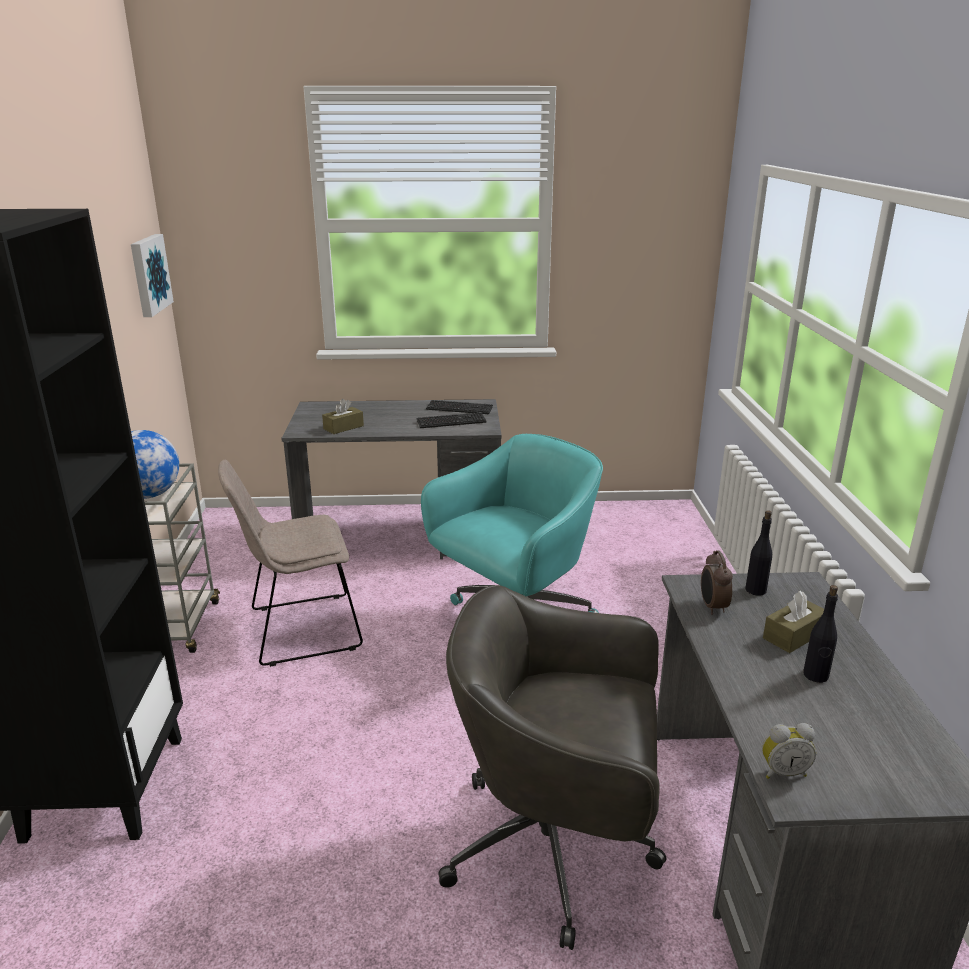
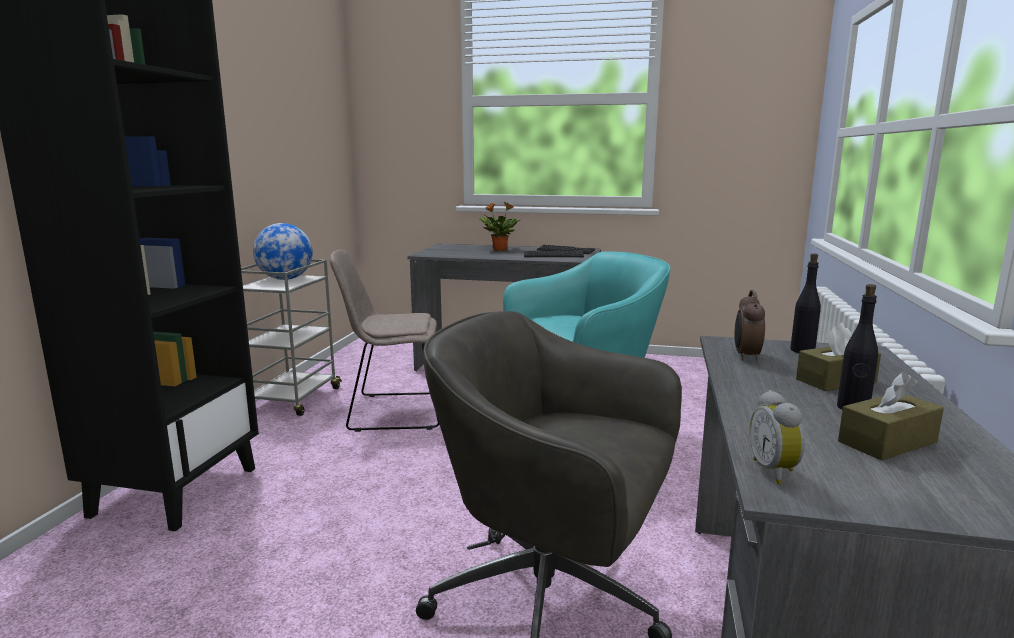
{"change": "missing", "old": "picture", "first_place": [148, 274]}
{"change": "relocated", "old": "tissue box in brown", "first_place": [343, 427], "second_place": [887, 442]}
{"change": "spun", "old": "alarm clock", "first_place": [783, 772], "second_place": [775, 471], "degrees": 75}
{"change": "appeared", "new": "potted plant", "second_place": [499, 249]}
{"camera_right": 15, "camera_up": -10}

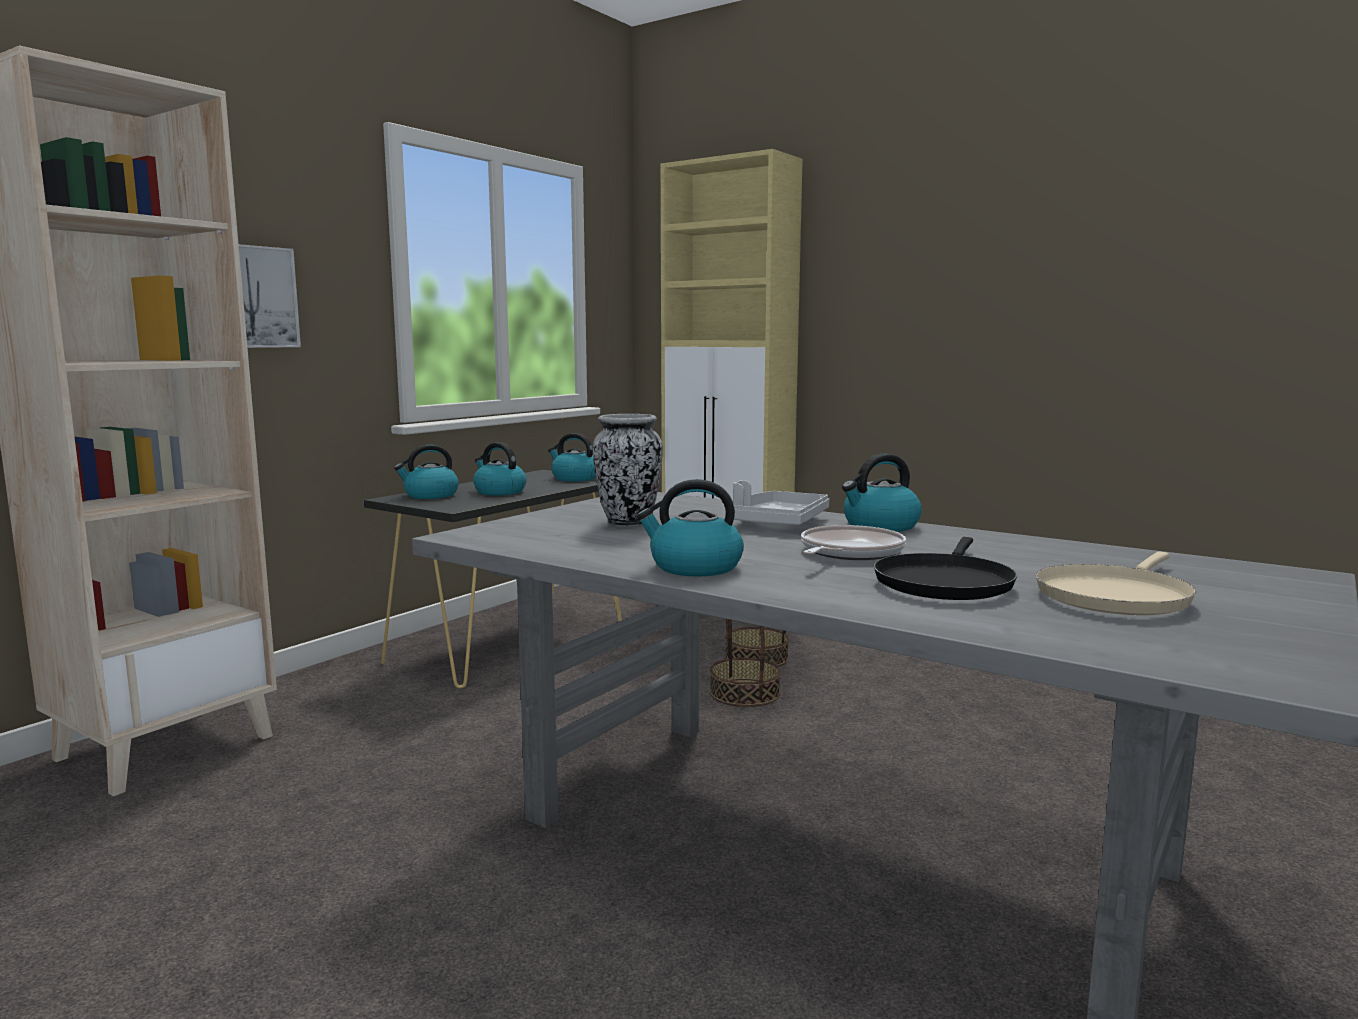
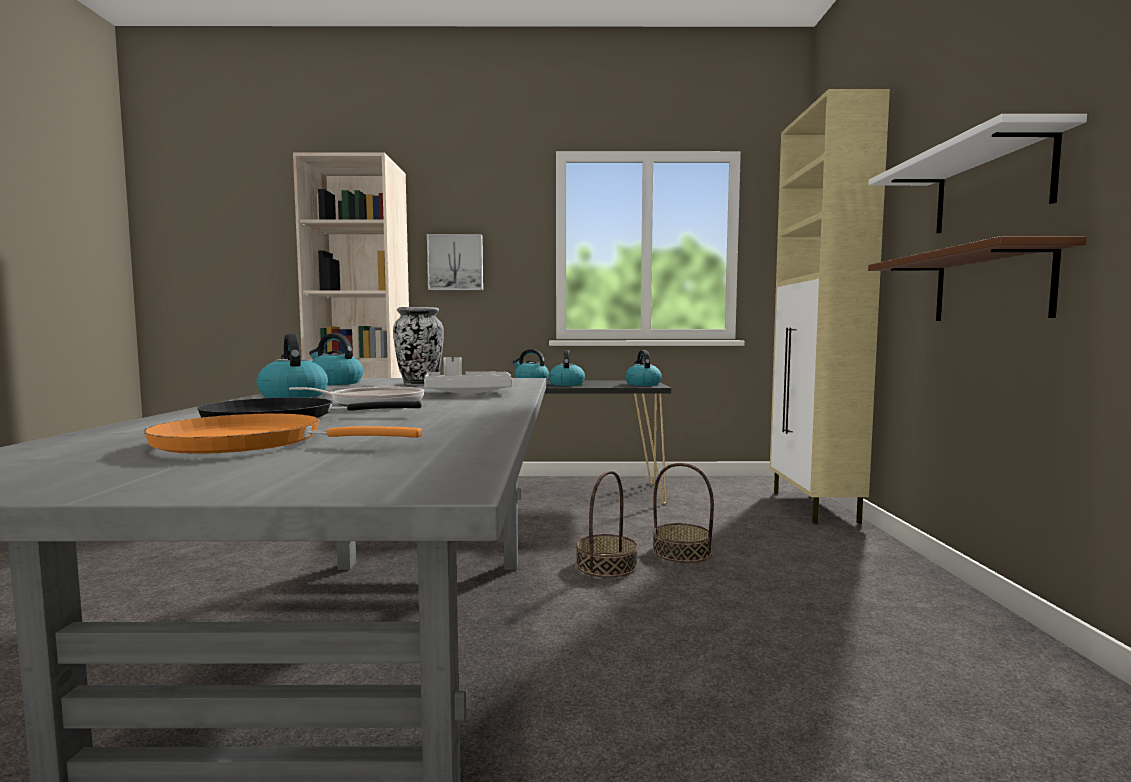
{"change": "relocated", "old": "kettle", "first_place": [880, 526], "second_place": [334, 383]}
{"change": "colour", "old": "frying pan in beige", "new": "frying pan in orange", "first_place": [1115, 596], "second_place": [251, 443]}
{"change": "appeared", "new": "shelf in white", "second_place": [991, 186]}
{"change": "appeared", "new": "shelf in brown", "second_place": [991, 286]}
{"camera_right": 55, "camera_up": -5}

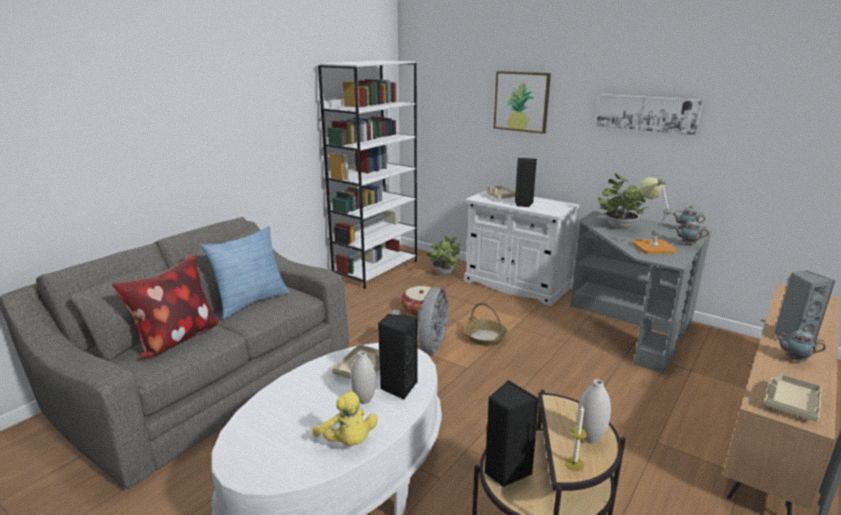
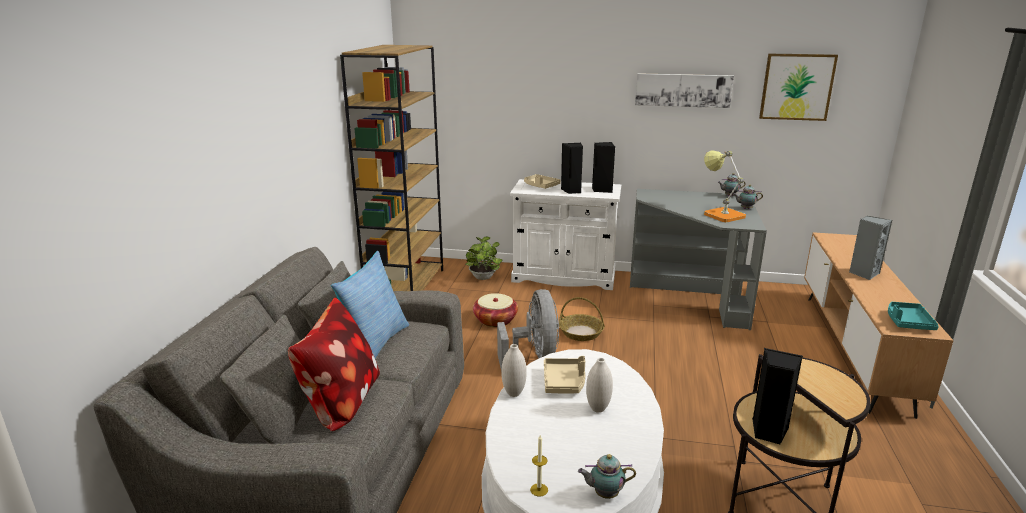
{"change": "colour", "old": "bookcase in white", "new": "bookcase in brown", "first_place": [376, 269], "second_place": [405, 287]}
{"change": "relocated", "old": "picture", "first_place": [521, 101], "second_place": [797, 87]}
{"change": "missing", "old": "potted plant", "first_place": [618, 226]}
{"change": "relocated", "old": "speaker in black", "first_place": [398, 387], "second_place": [602, 190]}
{"change": "relocated", "old": "teapot", "first_place": [794, 359], "second_place": [604, 494]}
{"change": "colour", "old": "tray in beige", "new": "tray in turquoise", "first_place": [790, 403], "second_place": [907, 322]}
{"change": "relocated", "old": "vase in white", "first_place": [590, 438], "second_place": [514, 393]}
{"change": "missing", "old": "plush toy in yellow", "first_place": [347, 442]}
{"change": "relocated", "old": "candle", "first_place": [574, 464], "second_place": [539, 490]}
{"camera_right": -25, "camera_up": 0}

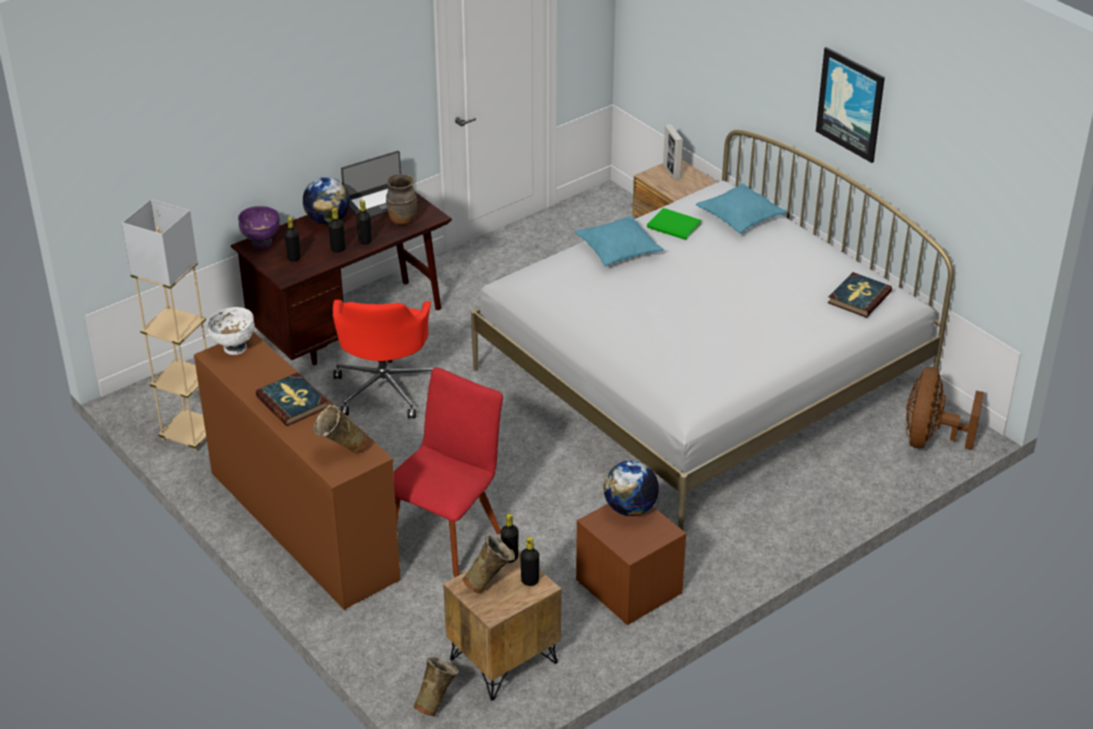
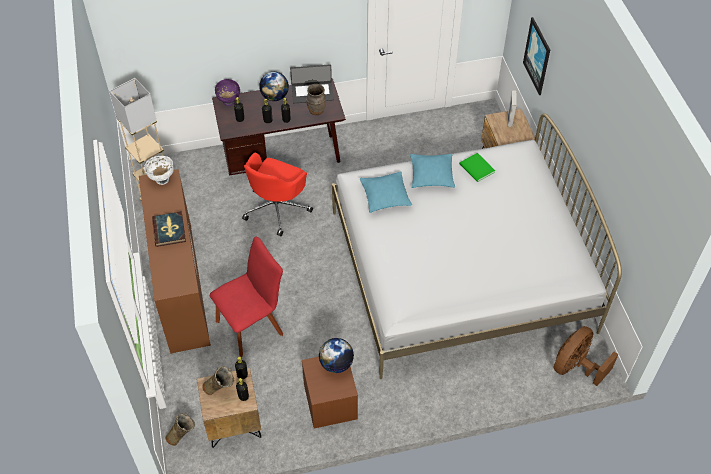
{"change": "relocated", "old": "picture", "first_place": [851, 104], "second_place": [537, 56]}
{"change": "relocated", "old": "pillow in turquoise", "first_place": [740, 216], "second_place": [385, 196]}
{"change": "missing", "old": "book", "first_place": [859, 297]}
{"change": "missing", "old": "vase in beige", "first_place": [340, 452]}
{"camera_right": 25, "camera_up": 15}

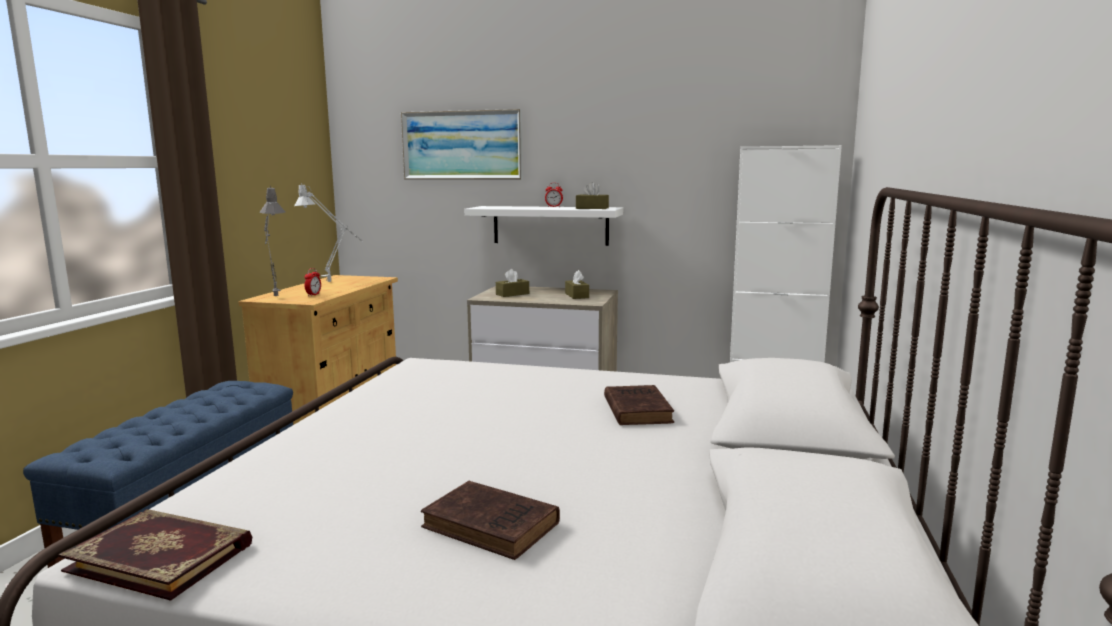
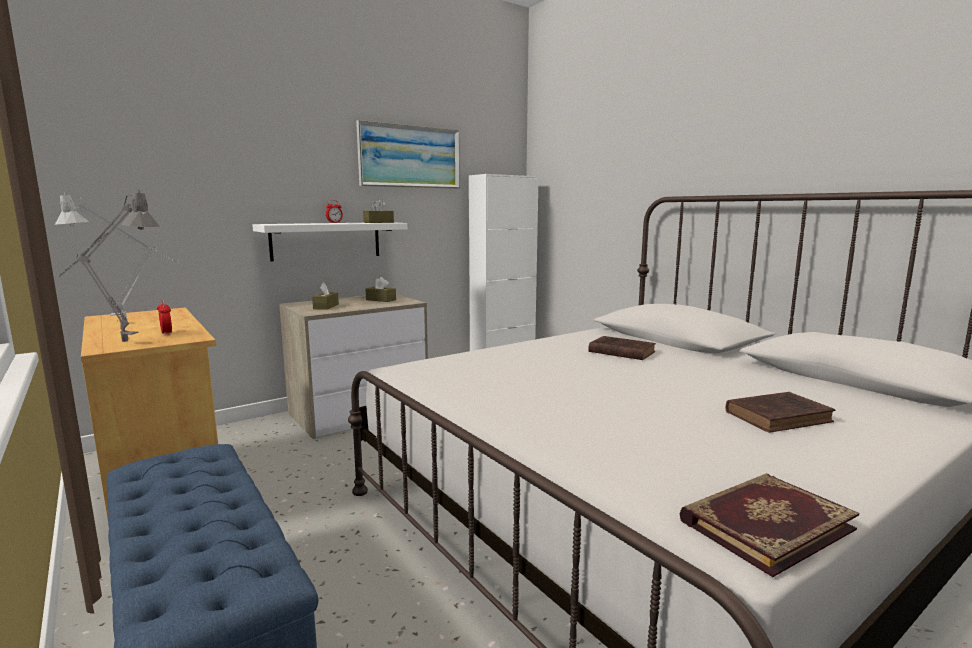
{"change": "relocated", "old": "picture", "first_place": [462, 145], "second_place": [410, 157]}
{"camera_right": -50, "camera_up": 0}

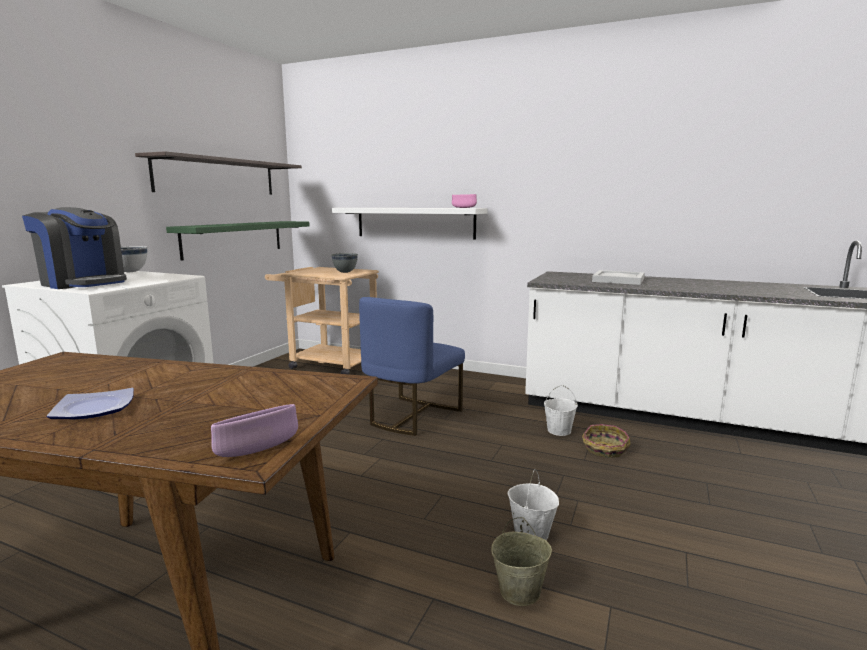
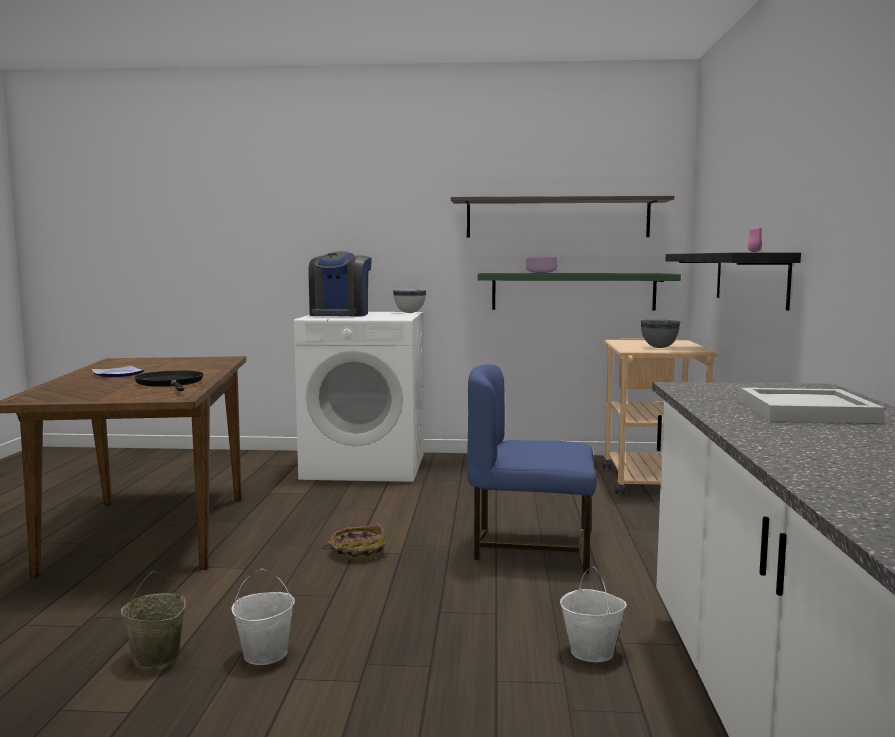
{"change": "colour", "old": "shelf in white", "new": "shelf in black", "first_place": [415, 222], "second_place": [750, 278]}
{"change": "relocated", "old": "bowl in purple", "first_place": [258, 450], "second_place": [541, 273]}
{"change": "relocated", "old": "basket", "first_place": [604, 450], "second_place": [357, 552]}
{"change": "appeared", "new": "frying pan in black", "second_place": [170, 383]}
{"camera_right": 70, "camera_up": -5}

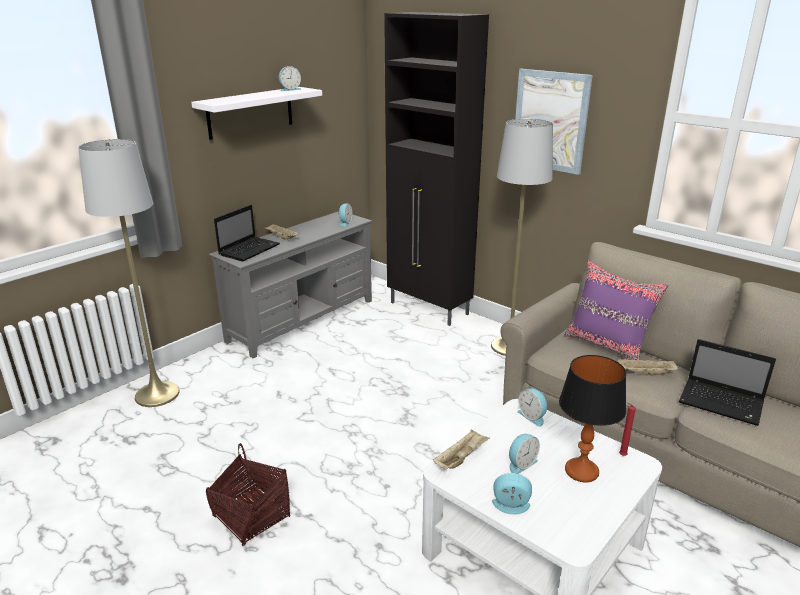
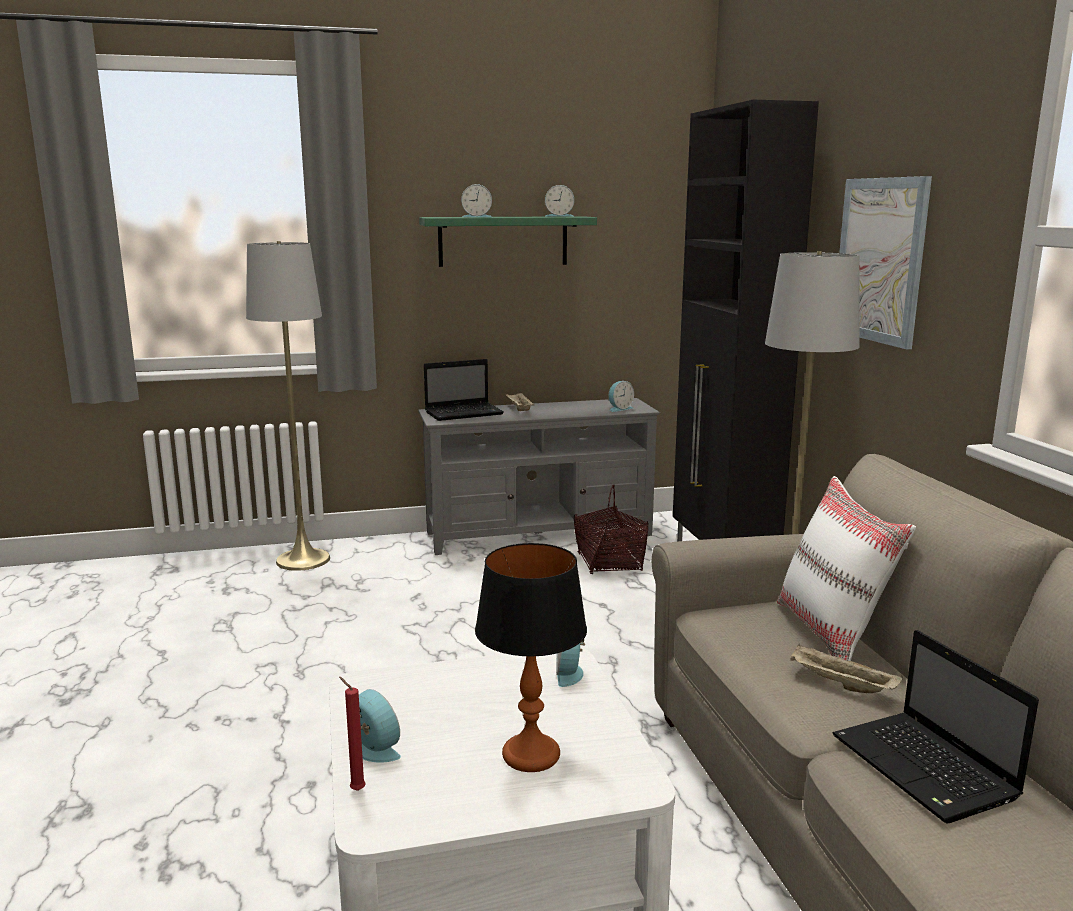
{"change": "colour", "old": "shelf in white", "new": "shelf in green", "first_place": [250, 112], "second_place": [503, 241]}
{"change": "colour", "old": "pillow in purple", "new": "pillow in white", "first_place": [607, 346], "second_place": [831, 634]}
{"change": "relocated", "old": "candle in red", "first_place": [621, 456], "second_place": [355, 789]}
{"change": "missing", "old": "tray in beige", "first_place": [461, 458]}
{"change": "relocated", "old": "alarm clock", "first_place": [520, 464], "second_place": [476, 217]}
{"change": "relocated", "old": "basket", "first_place": [251, 517], "second_place": [609, 563]}
{"camera_right": 35, "camera_up": -10}

